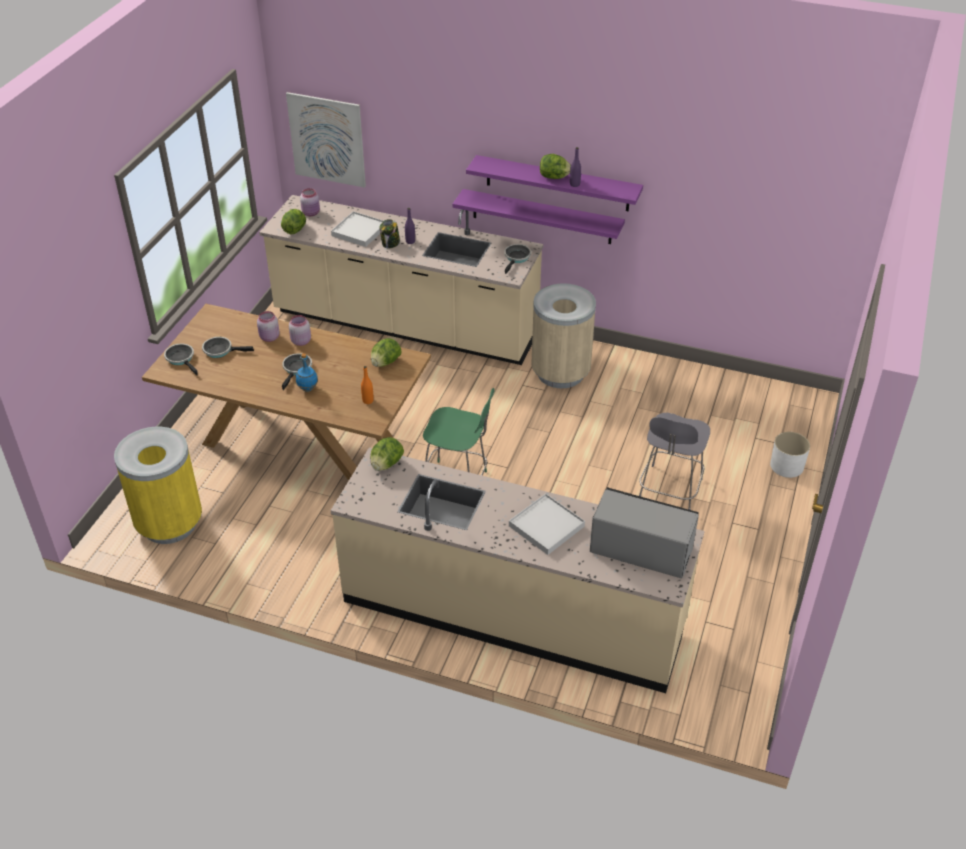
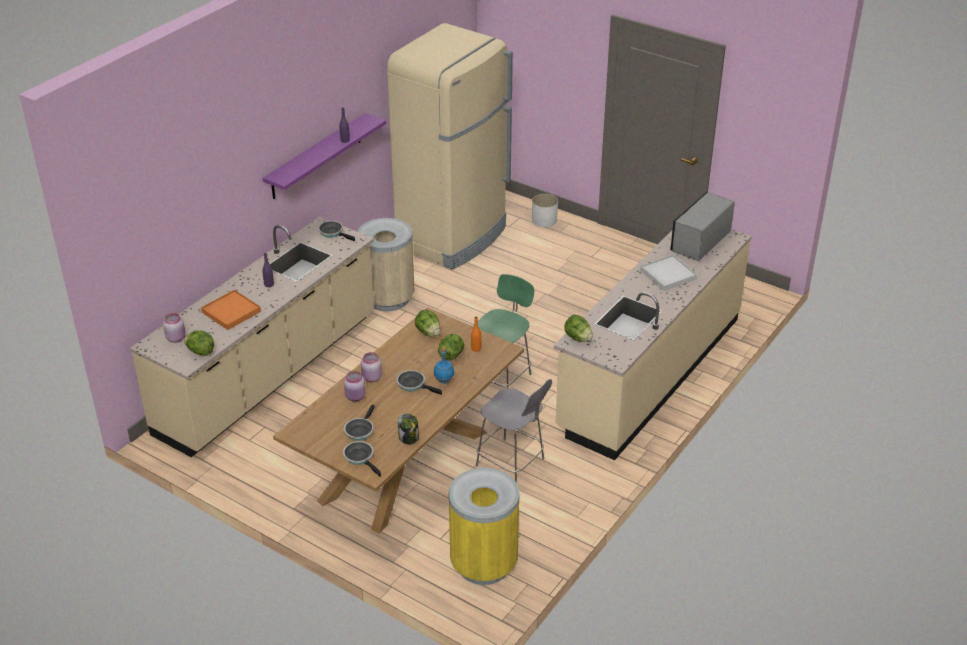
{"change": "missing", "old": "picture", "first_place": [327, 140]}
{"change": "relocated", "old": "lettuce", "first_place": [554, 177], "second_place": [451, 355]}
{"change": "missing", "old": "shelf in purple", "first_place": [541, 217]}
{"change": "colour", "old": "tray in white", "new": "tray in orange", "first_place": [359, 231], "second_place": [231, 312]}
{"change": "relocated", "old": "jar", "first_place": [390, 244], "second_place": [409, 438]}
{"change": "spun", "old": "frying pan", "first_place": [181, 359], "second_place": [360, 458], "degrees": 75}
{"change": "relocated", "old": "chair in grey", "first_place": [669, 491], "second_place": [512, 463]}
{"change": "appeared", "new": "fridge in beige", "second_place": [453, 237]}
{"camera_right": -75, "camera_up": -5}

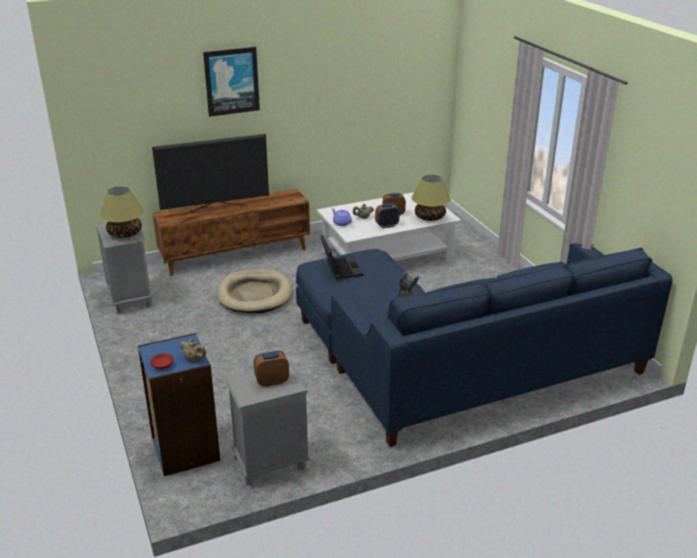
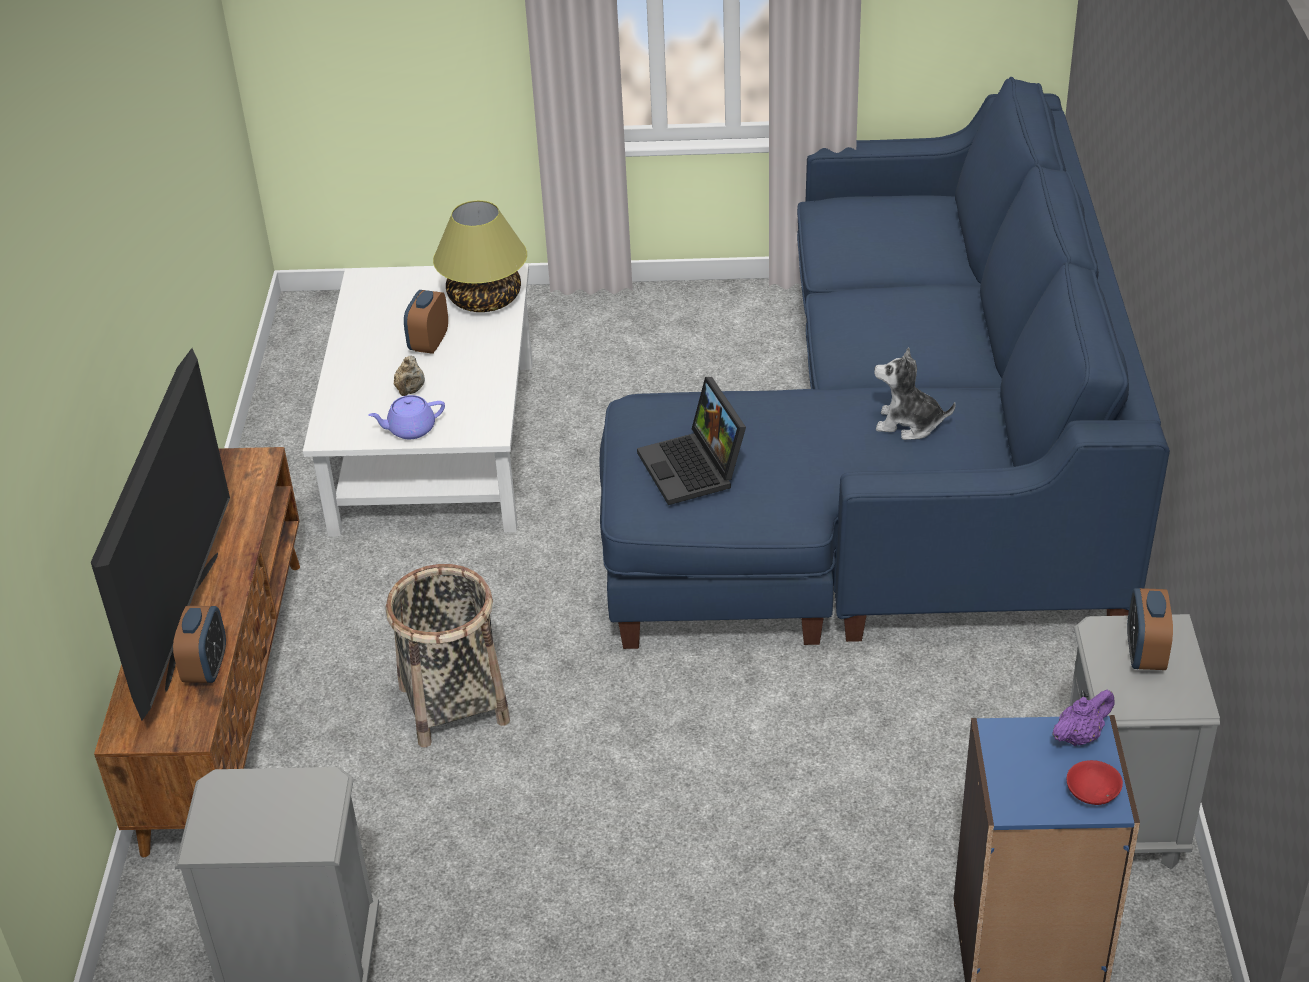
{"change": "missing", "old": "picture", "first_place": [231, 81]}
{"change": "missing", "old": "table lamp", "first_place": [125, 233]}
{"change": "relocated", "old": "alarm clock", "first_place": [387, 225], "second_place": [206, 668]}
{"change": "spun", "old": "laptop", "first_place": [340, 268], "second_place": [694, 469], "degrees": -120}
{"change": "exchanged", "old": "dog bed in beige", "new": "basket", "first_place": [255, 294], "second_place": [454, 704]}
{"change": "colour", "old": "teapot in beige", "new": "teapot in purple", "first_place": [194, 358], "second_place": [1080, 736]}
{"camera_right": -65, "camera_up": 10}

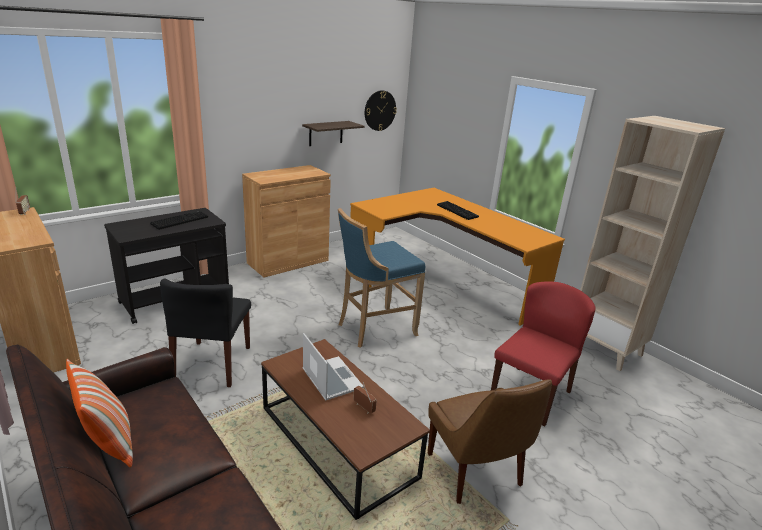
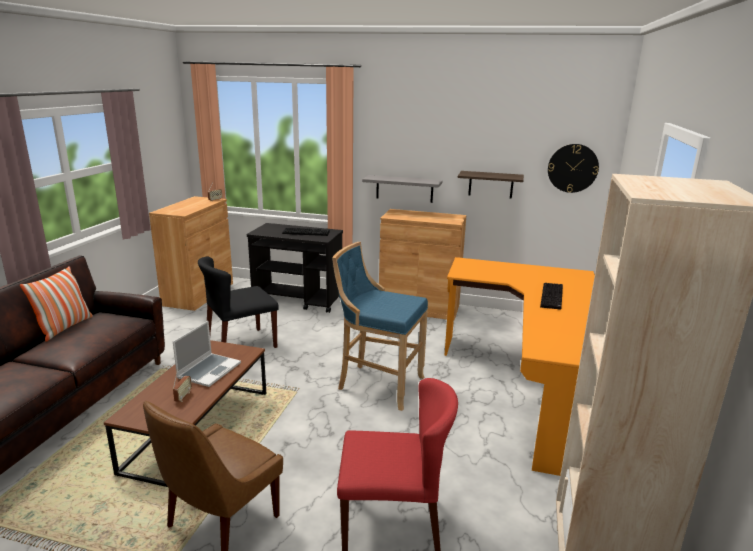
{"change": "appeared", "new": "shelf in grey", "second_place": [404, 188]}
{"camera_right": 55, "camera_up": -5}

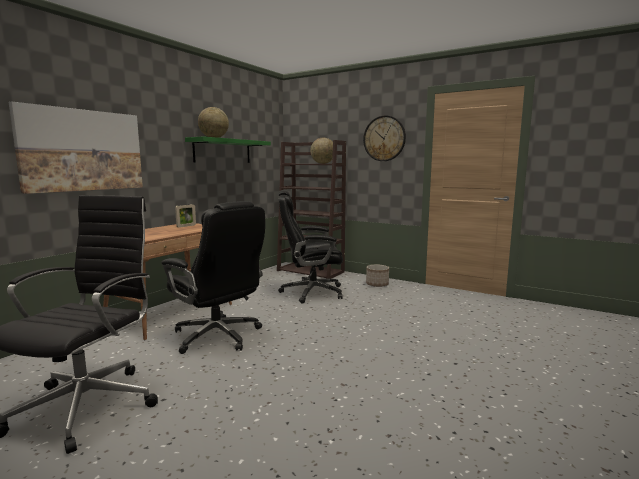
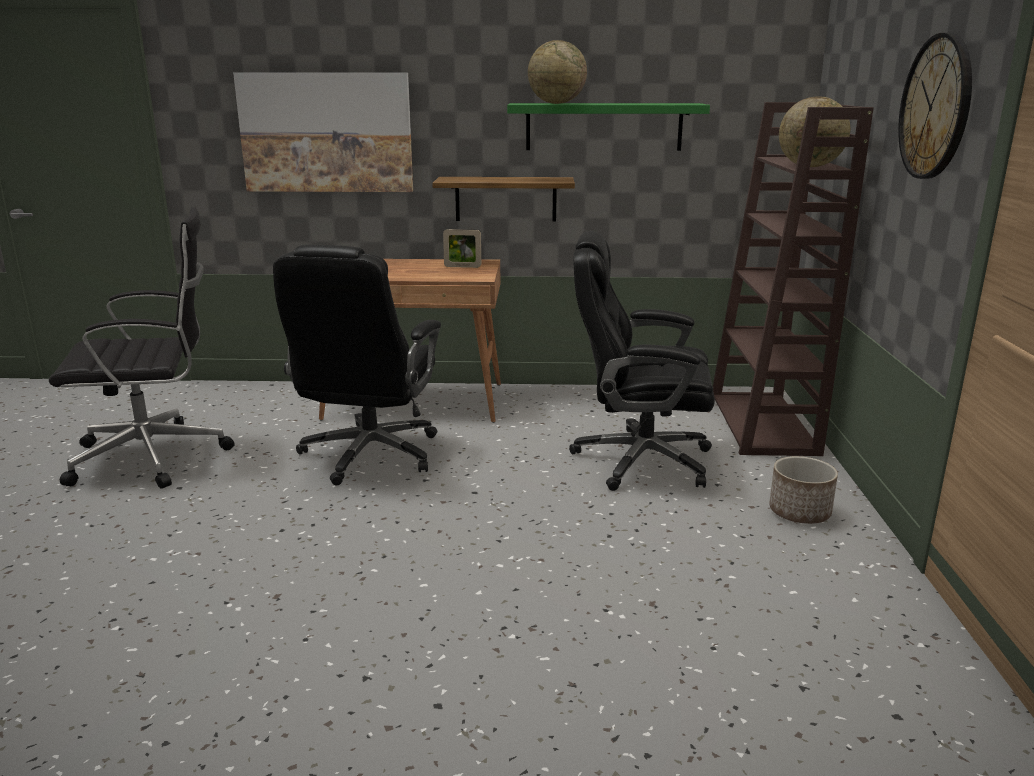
{"change": "spun", "old": "office chair in black", "first_place": [310, 292], "second_place": [639, 460], "degrees": -45}
{"change": "appeared", "new": "shelf", "second_place": [505, 199]}
{"camera_right": 60, "camera_up": 10}

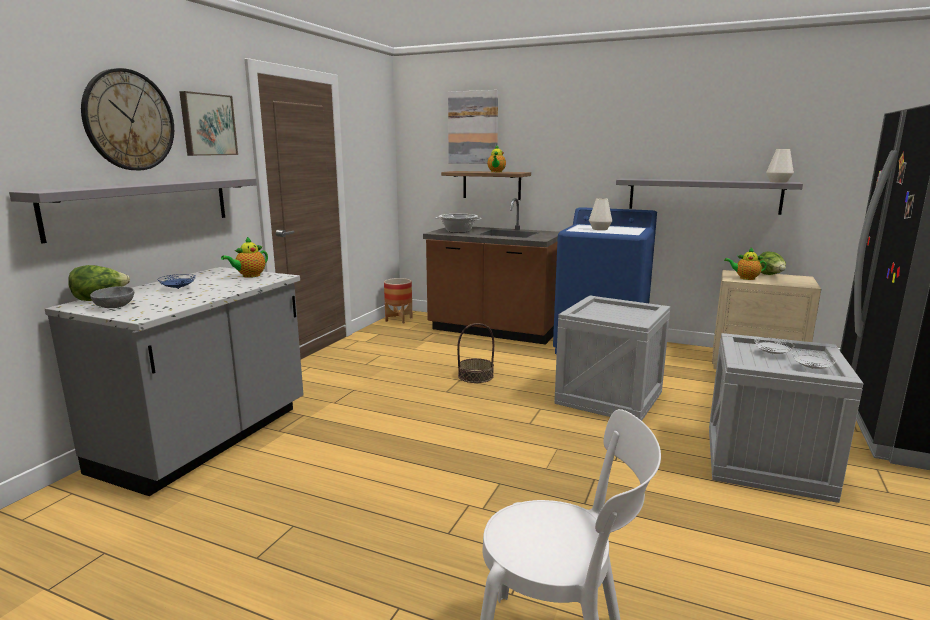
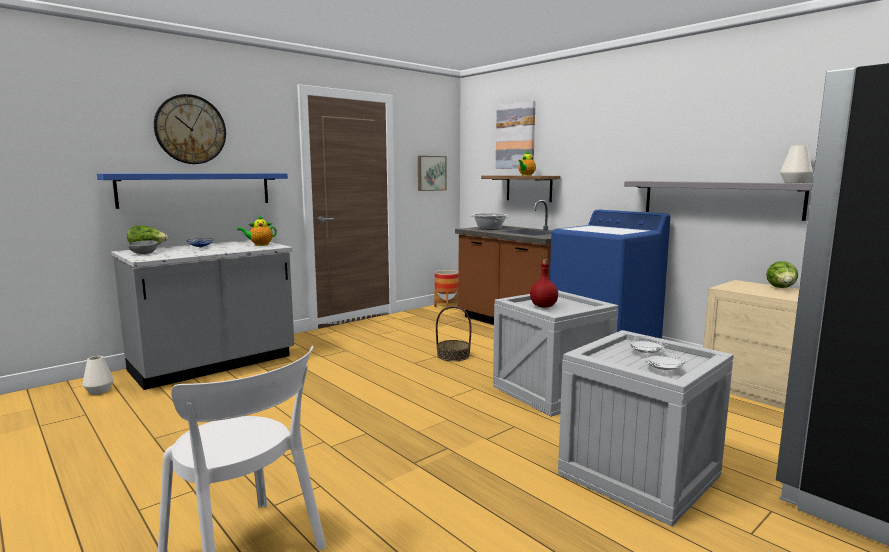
{"change": "relocated", "old": "picture", "first_place": [207, 124], "second_place": [431, 173]}
{"change": "colour", "old": "shelf in grey", "new": "shelf in blue", "first_place": [143, 206], "second_place": [196, 189]}
{"change": "relocated", "old": "vase in white", "first_place": [599, 229], "second_place": [99, 391]}
{"change": "missing", "old": "teapot", "first_place": [745, 278]}
{"change": "appeared", "new": "bottle in red", "second_place": [543, 306]}
{"camera_right": 25, "camera_up": -5}

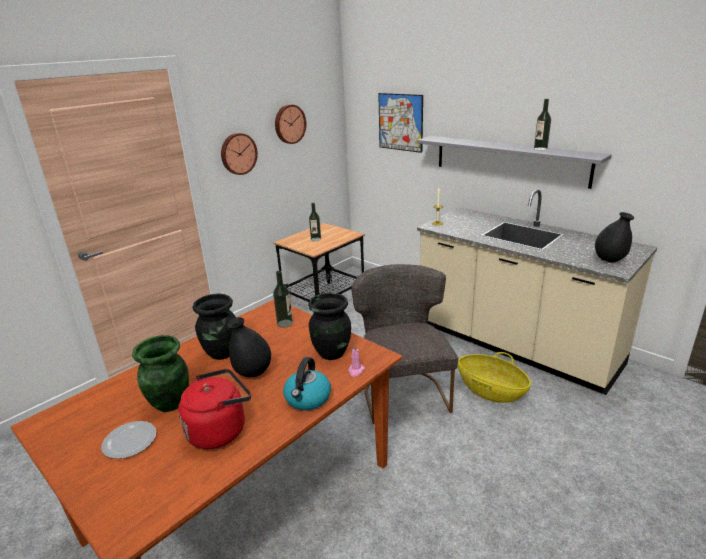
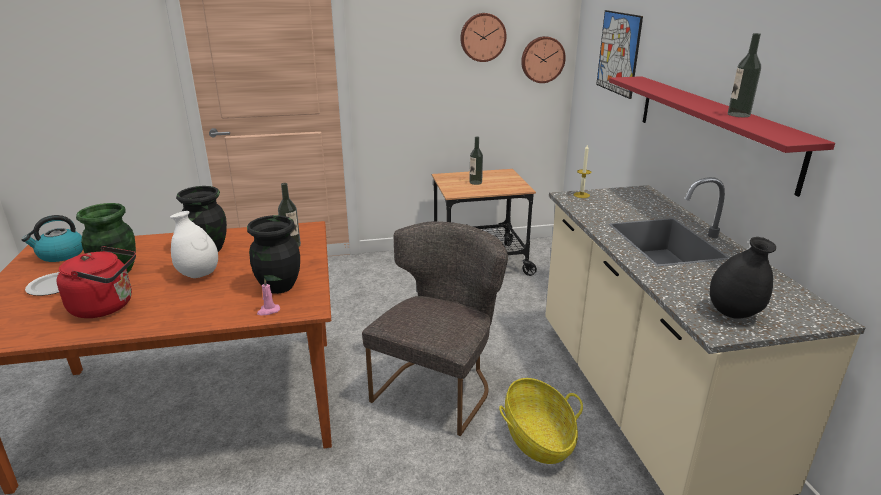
{"change": "relocated", "old": "wall clock", "first_place": [238, 153], "second_place": [542, 59]}
{"change": "colour", "old": "shelf in grey", "new": "shelf in red", "first_place": [509, 160], "second_place": [712, 127]}
{"change": "colour", "old": "vase in black", "new": "vase in white", "first_place": [253, 373], "second_place": [199, 275]}
{"change": "relocated", "old": "kettle", "first_place": [307, 399], "second_place": [61, 254]}
{"camera_right": 35, "camera_up": 0}

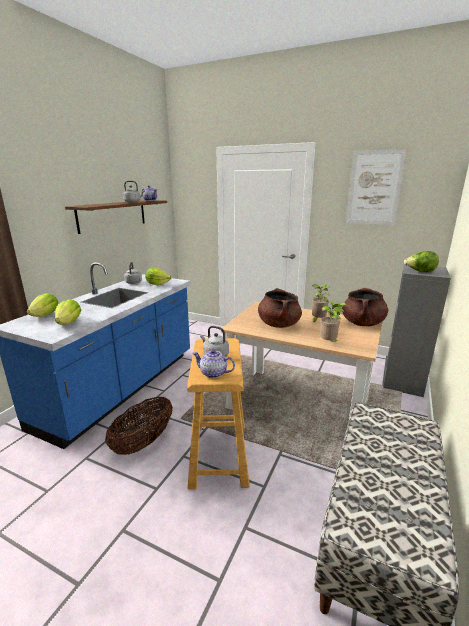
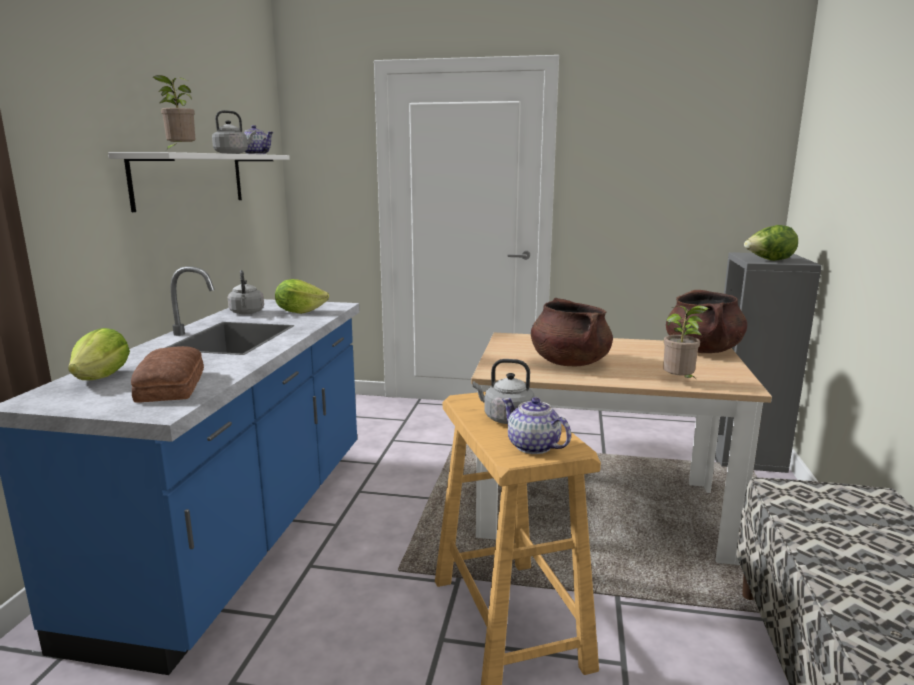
{"change": "missing", "old": "picture", "first_place": [374, 188]}
{"change": "colour", "old": "shelf in brown", "new": "shelf in white", "first_place": [113, 215], "second_place": [190, 180]}
{"change": "relocated", "old": "potted plant", "first_place": [317, 321], "second_place": [180, 152]}
{"change": "exchanged", "old": "lettuce", "new": "bread", "first_place": [69, 322], "second_place": [173, 385]}
{"change": "spun", "old": "teapot", "first_place": [213, 373], "second_place": [533, 447], "degrees": 45}
{"change": "missing", "old": "basket", "first_place": [143, 442]}
{"camera_right": -15, "camera_up": -5}

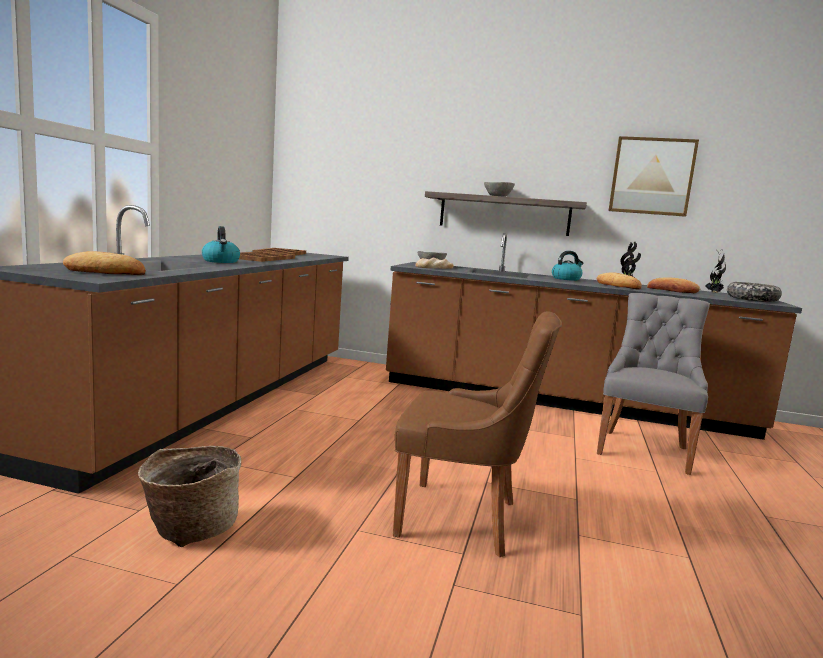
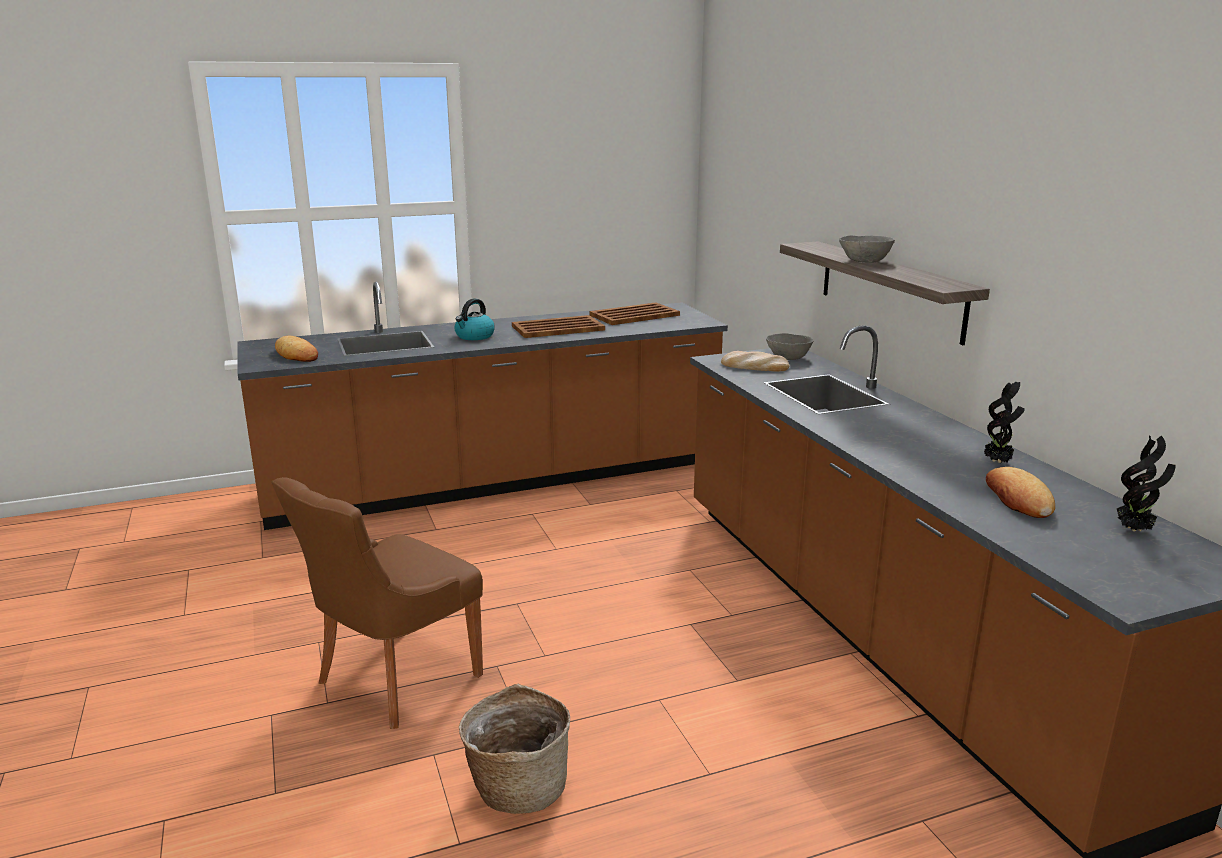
{"change": "missing", "old": "picture", "first_place": [651, 176]}
{"change": "missing", "old": "kettle", "first_place": [566, 279]}
{"change": "missing", "old": "bread", "first_place": [618, 286]}
{"change": "missing", "old": "bowl", "first_place": [752, 299]}
{"change": "missing", "old": "chair in grey", "first_place": [644, 450]}
{"change": "spun", "old": "chair in brown", "first_place": [463, 519], "second_place": [394, 680], "degrees": 60}
{"change": "relocated", "old": "basket", "first_place": [190, 529], "second_place": [517, 787]}
{"camera_right": 55, "camera_up": 10}

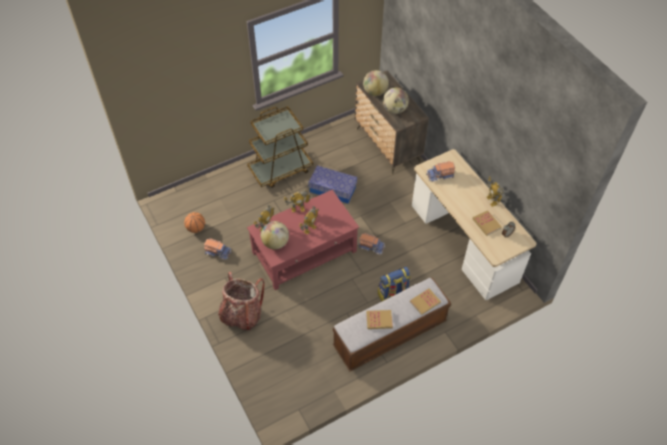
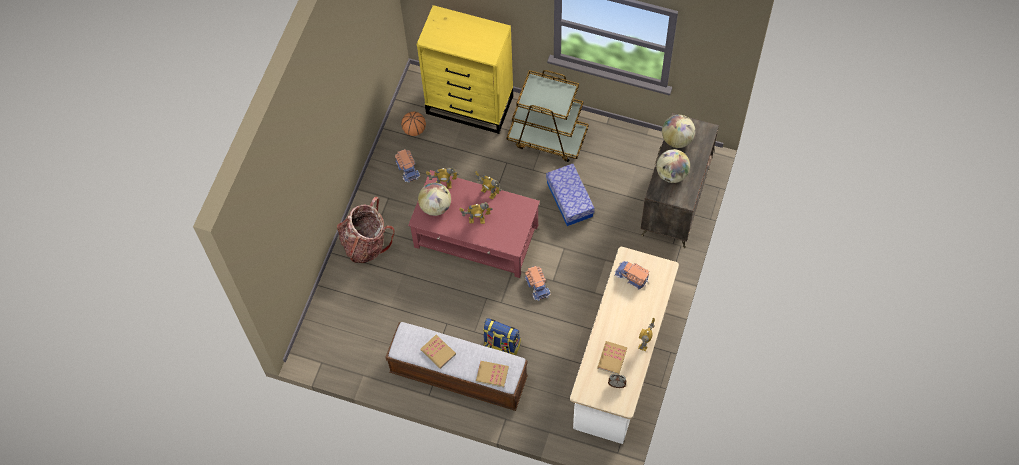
{"change": "appeared", "new": "dresser in yellow", "second_place": [470, 105]}
{"camera_right": 50, "camera_up": 10}

